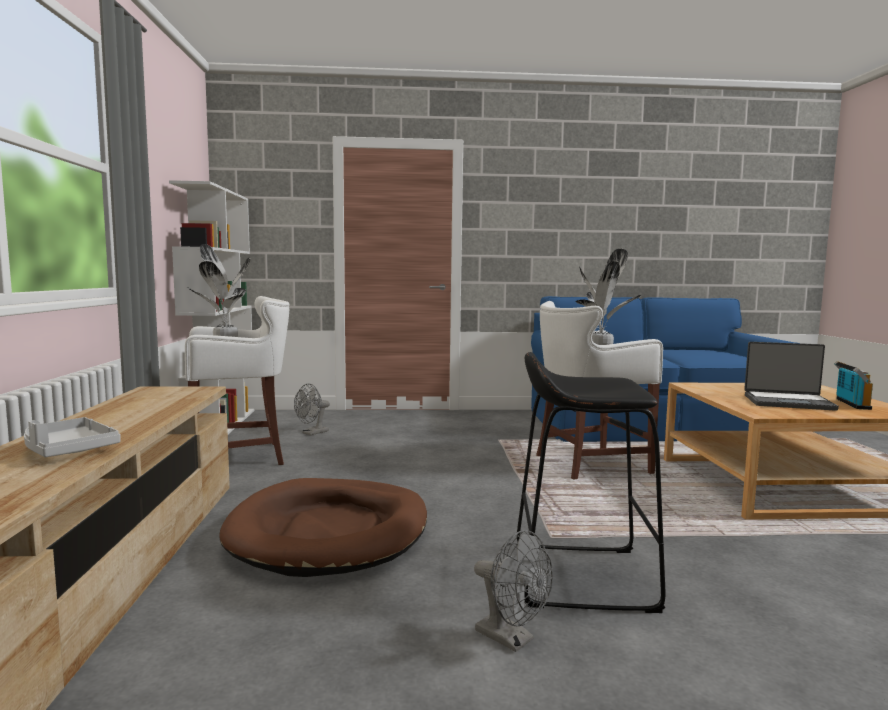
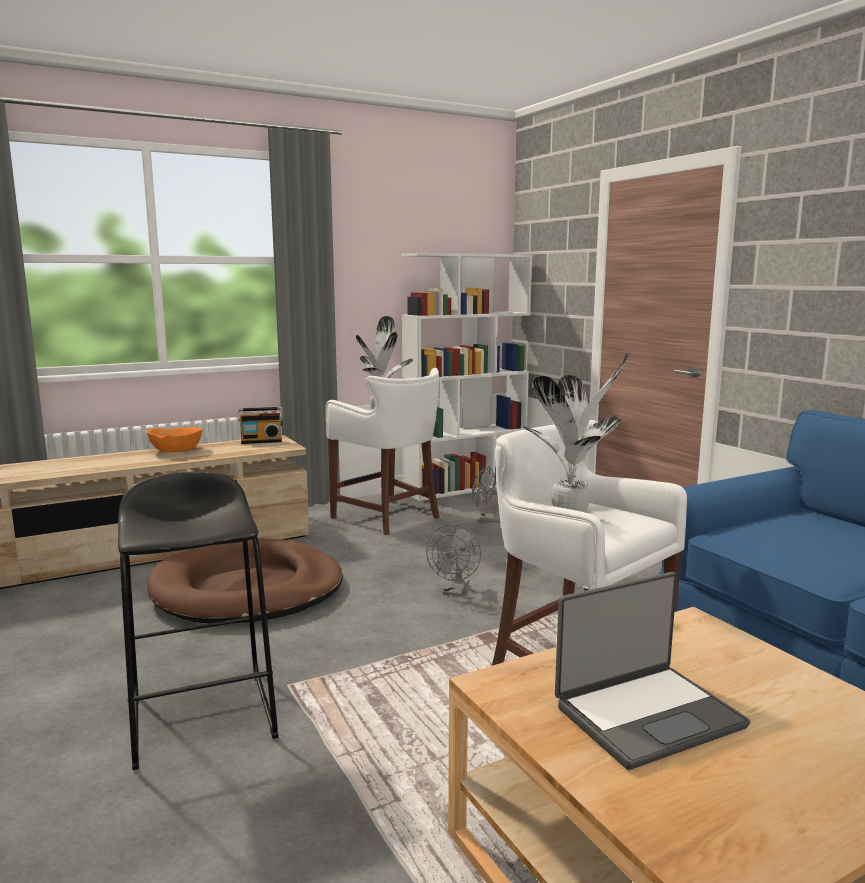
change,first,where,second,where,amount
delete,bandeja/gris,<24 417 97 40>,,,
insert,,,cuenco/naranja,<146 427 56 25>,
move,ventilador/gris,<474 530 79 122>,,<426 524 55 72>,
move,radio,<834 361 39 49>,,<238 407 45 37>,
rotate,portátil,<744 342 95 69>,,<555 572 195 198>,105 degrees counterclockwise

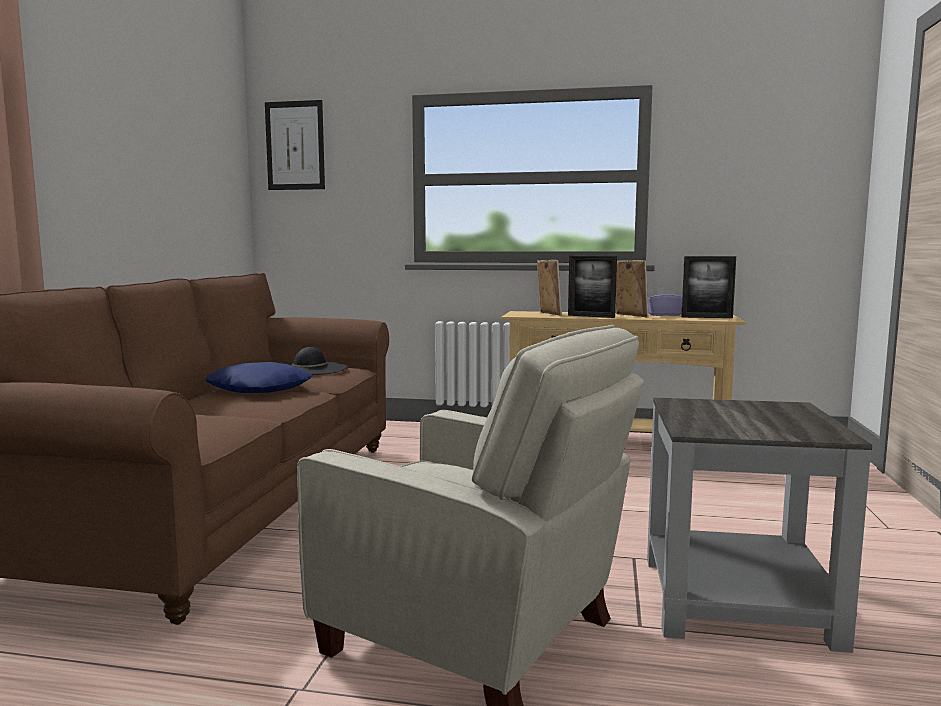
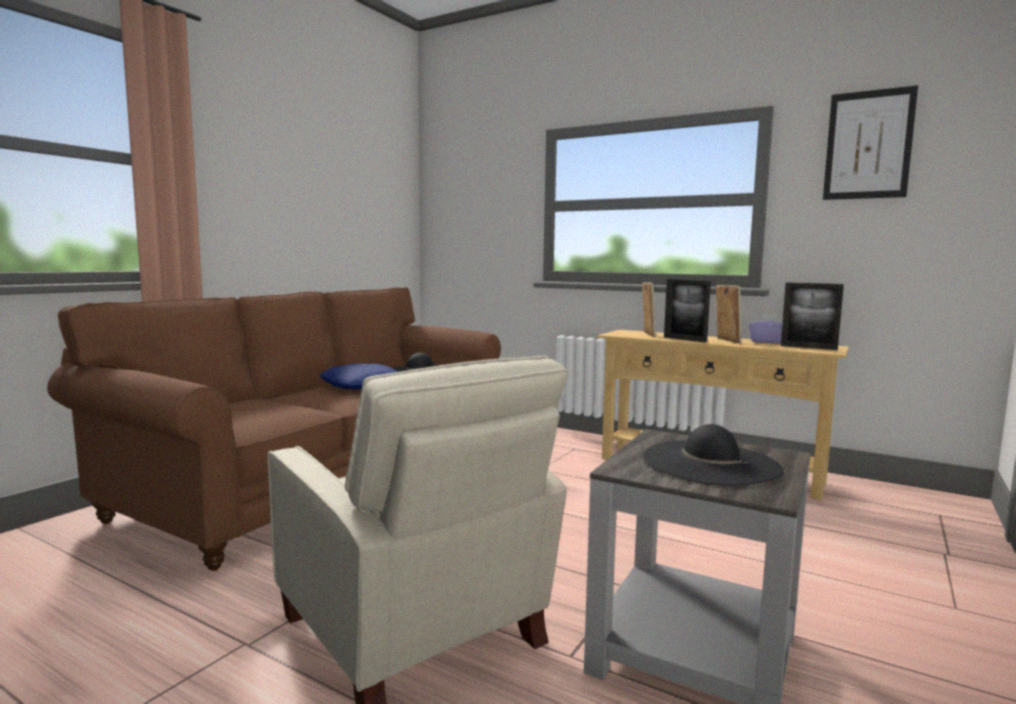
change,first,where,second,where,amount
insert,,,sombrero/negro,<642 424 141 62>,
move,cuadro,<265 100 60 90>,,<823 85 95 115>,

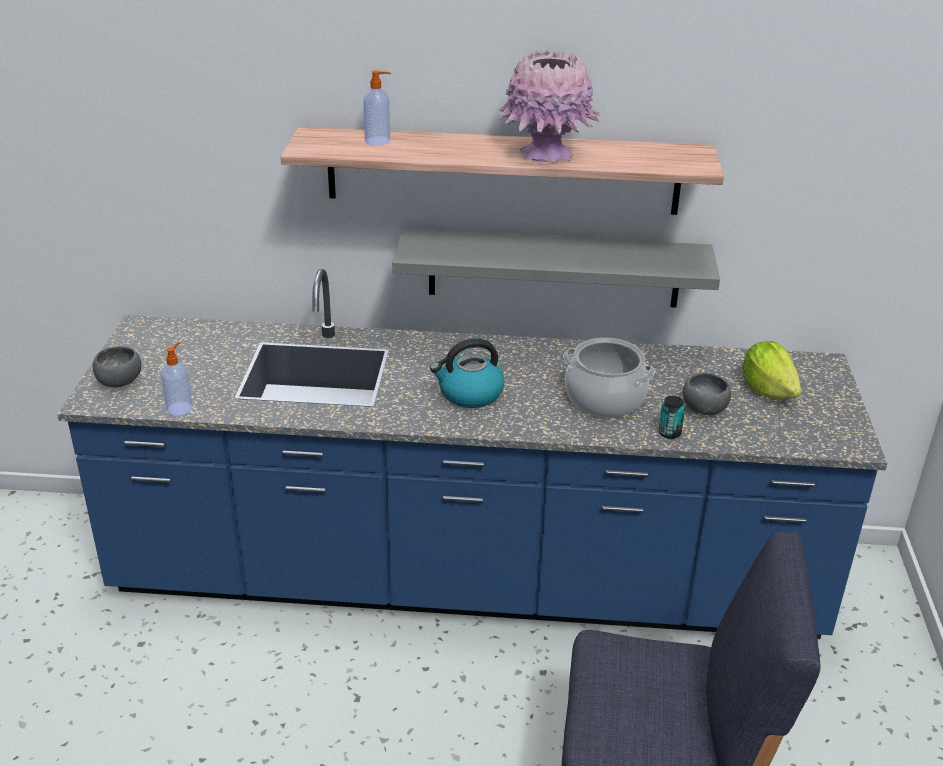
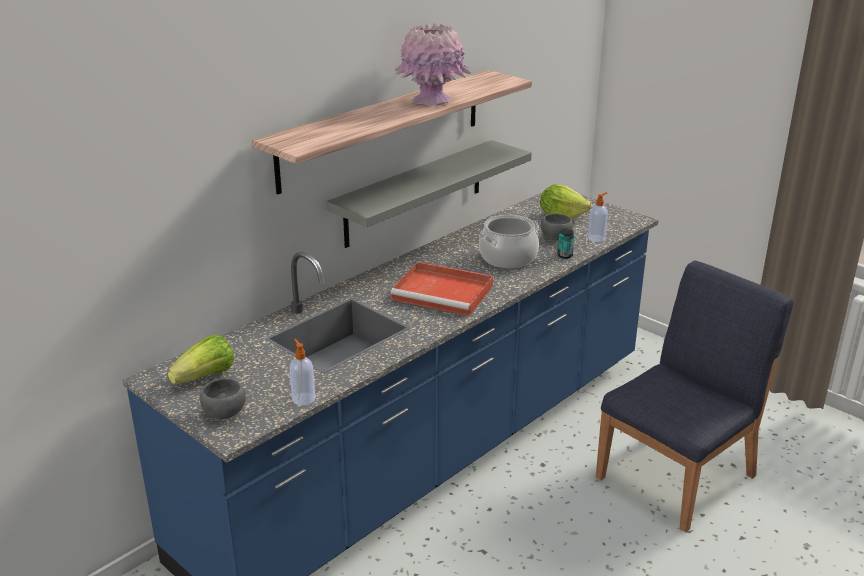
change,first,where,second,where,amount
insert,,,lechuga,<168 335 66 49>,
move,dispensador de jabón,<363 70 28 76>,,<588 192 20 50>,
replace,hervidor,<430 338 75 70>,bandeja/rojo,<390 262 103 54>,

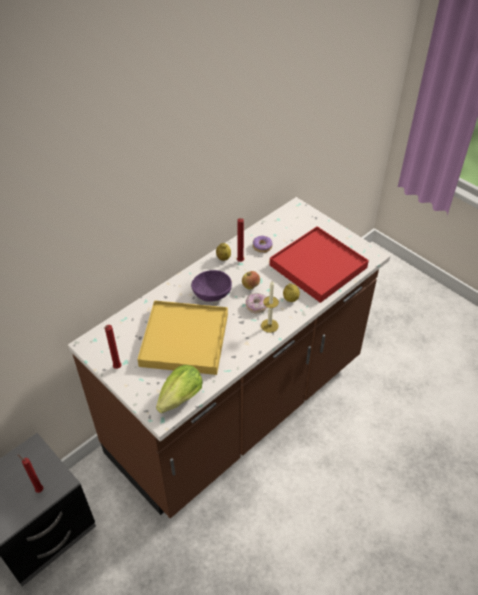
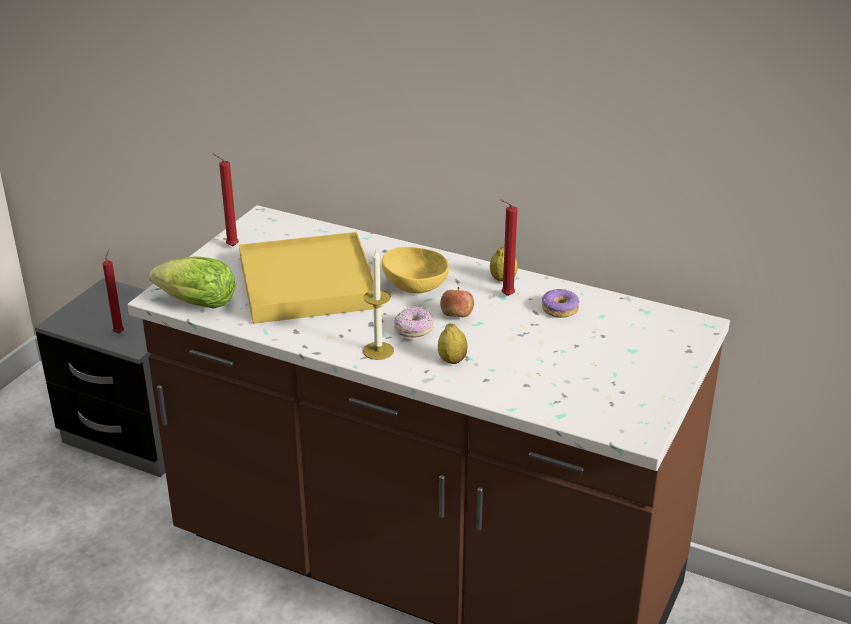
change,first,where,second,where,amount
delete,bandeja/rojo,<269 226 100 77>,,,
recolor,cuenco/morado,<191 270 41 32>,cuenco/amarillo,<382 247 67 46>,

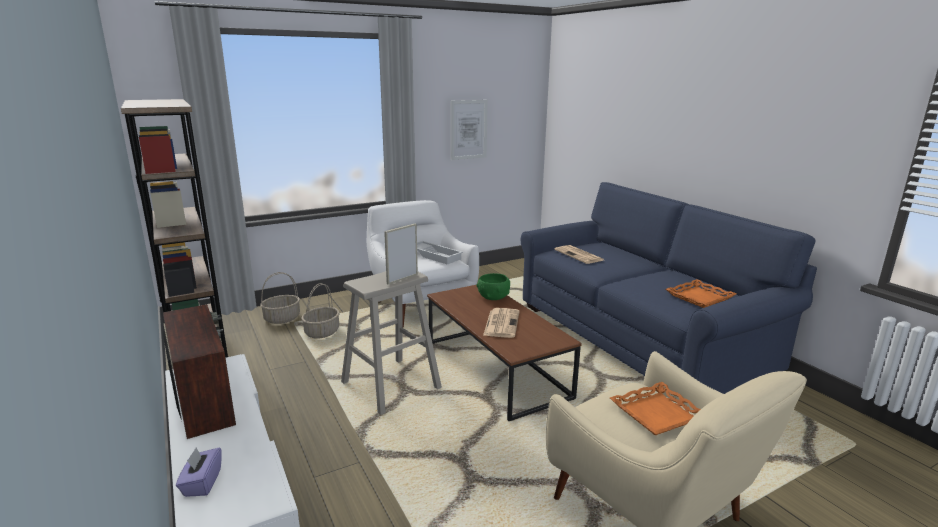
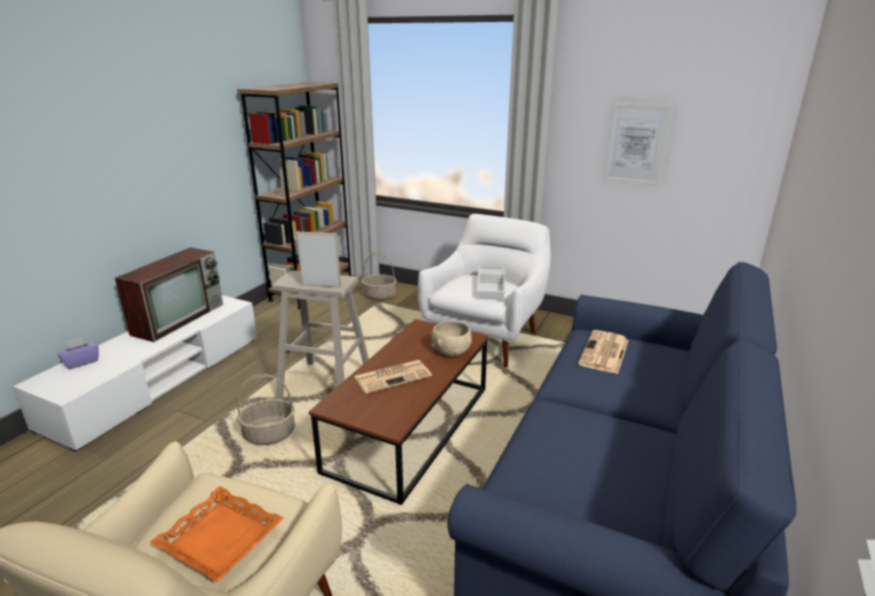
change,first,where,second,where,amount
delete,bandeja/naranja,<666 279 70 29>,,,
move,cesta,<301 283 39 56>,,<237 374 58 71>,
recolor,cuenco/verde,<477 273 33 27>,cuenco/beis,<431 321 41 35>,

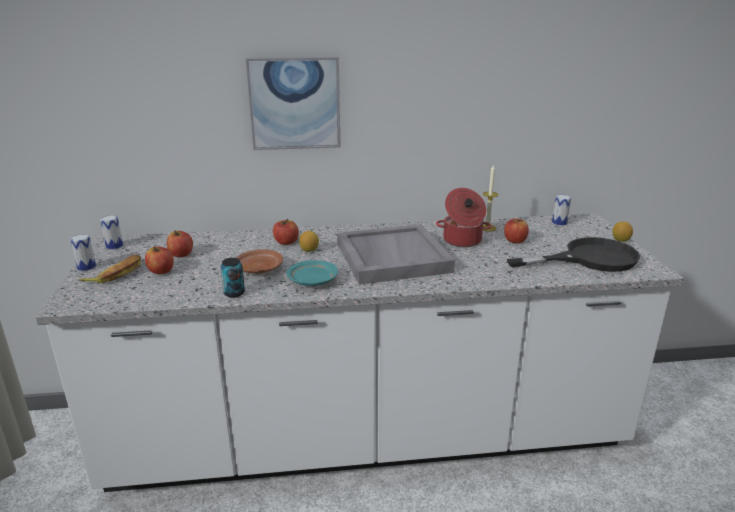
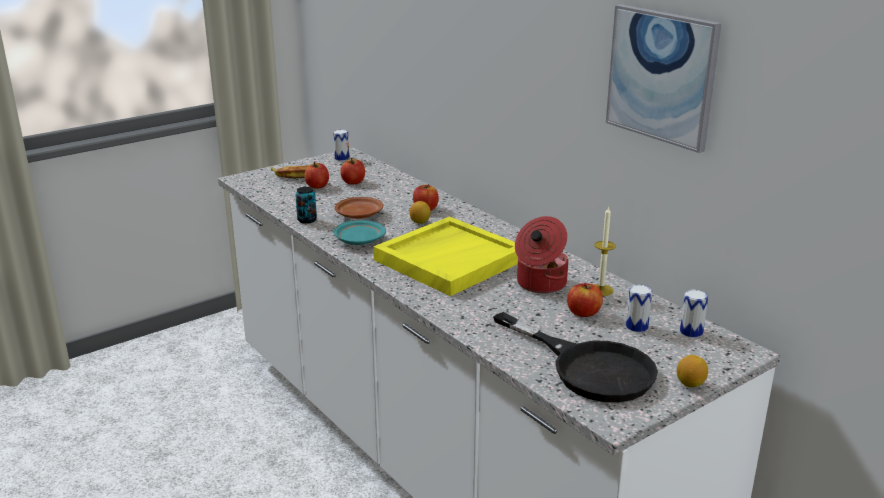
change,first,where,second,where,amount
move,lata,<70 234 26 37>,,<626 284 26 48>,
move,cuadro,<246 57 95 93>,,<606 4 116 149>,
recolor,bandeja/gris,<337 224 118 61>,bandeja/amarillo,<373 216 145 80>,

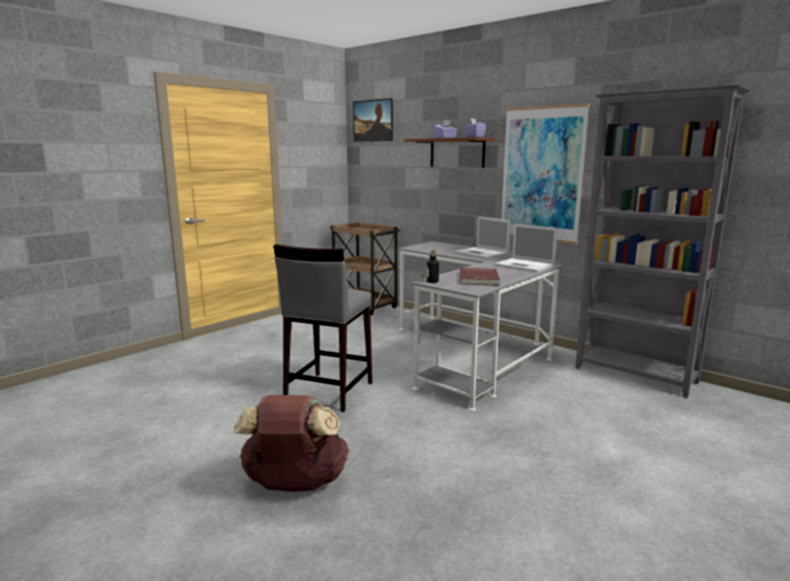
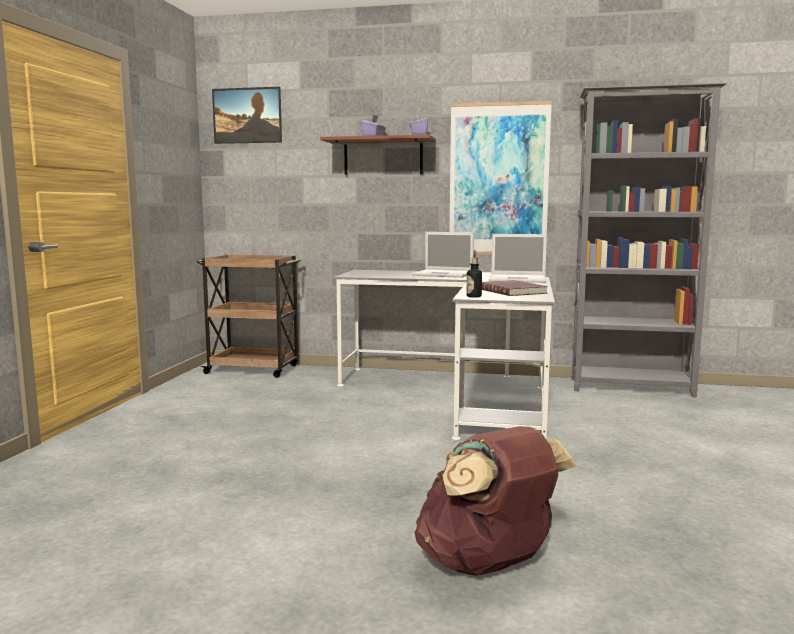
change,first,where,second,where,amount
delete,taburete/gris,<273 244 99 168>,,,

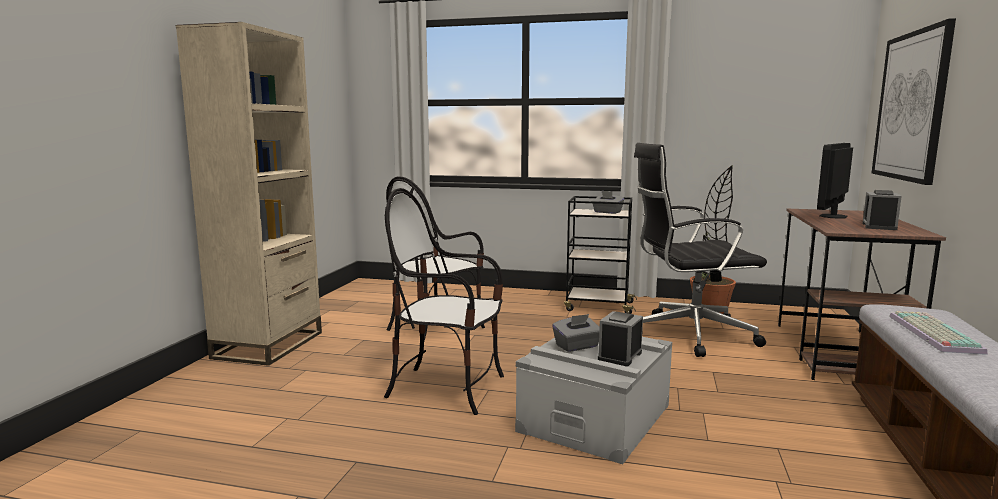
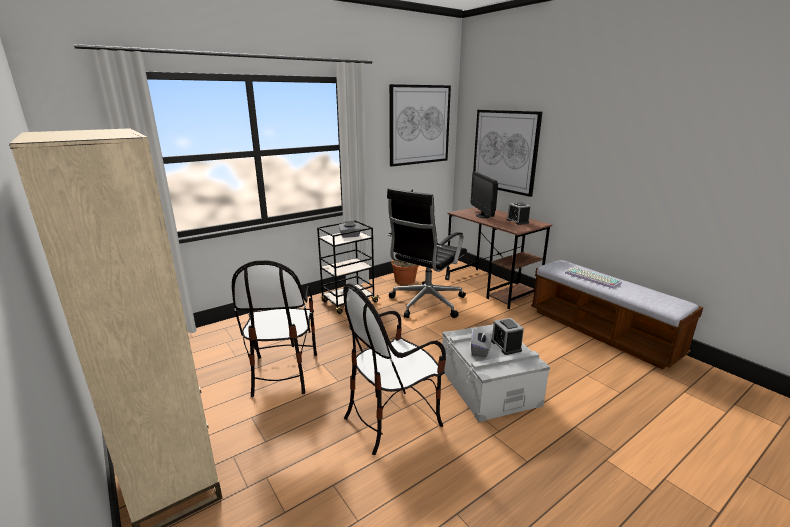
change,first,where,second,where,amount
insert,,,cuadro,<389 84 62 83>,

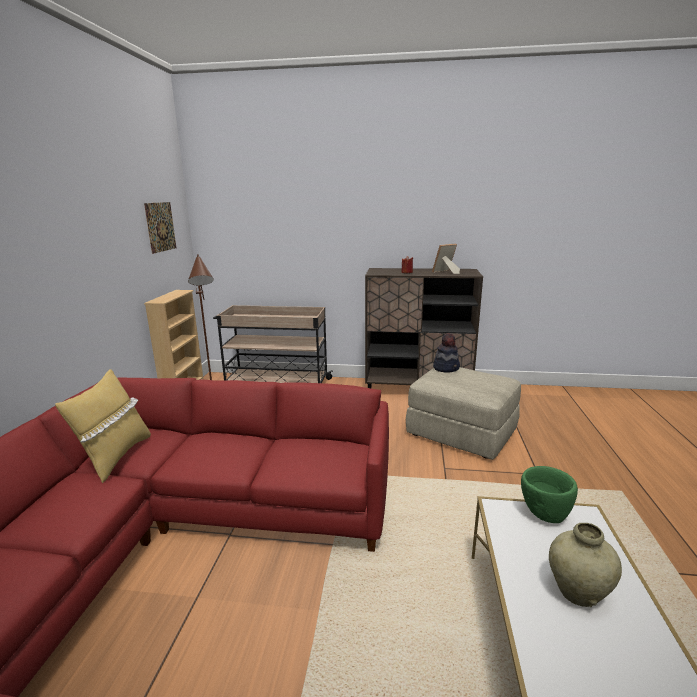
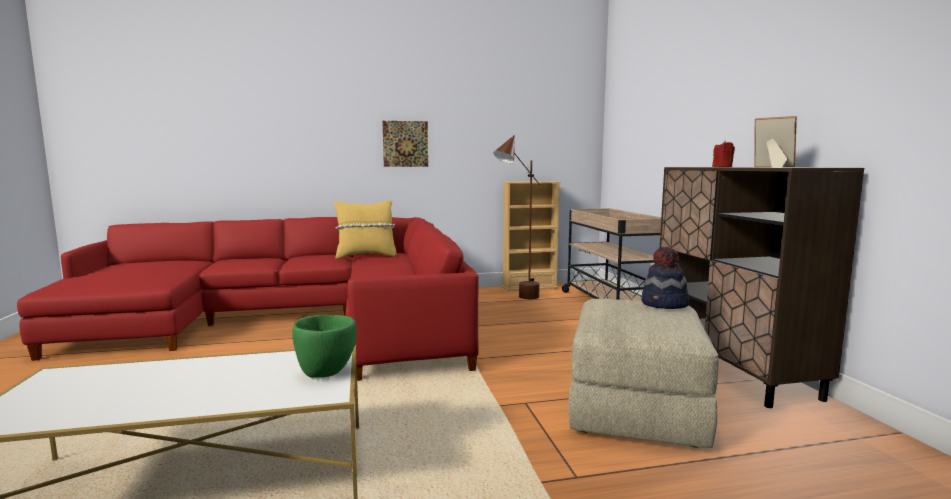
change,first,where,second,where,amount
delete,florero/beis,<549 523 73 84>,,,
move,cuadro,<144 202 32 52>,,<382 121 46 46>,

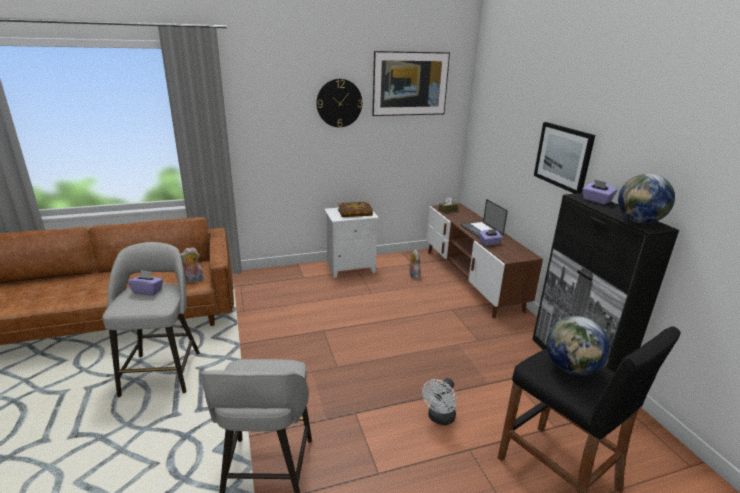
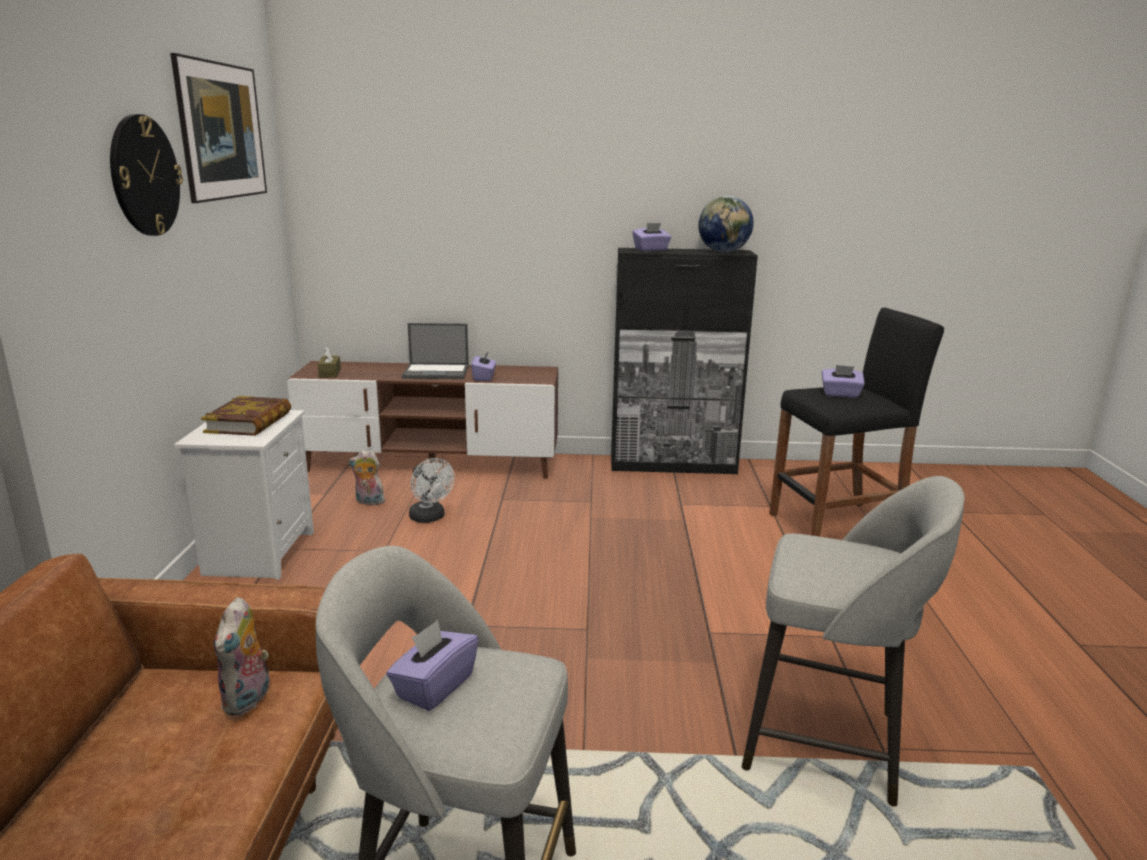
change,first,where,second,where,amount
delete,cuadro,<534 122 61 72>,,,
move,ventilador/blanco,<422 378 35 47>,,<409 458 45 65>,
replace,globo terráqueo,<547 316 63 59>,caja de pañuelos/morado,<822 365 43 33>,

